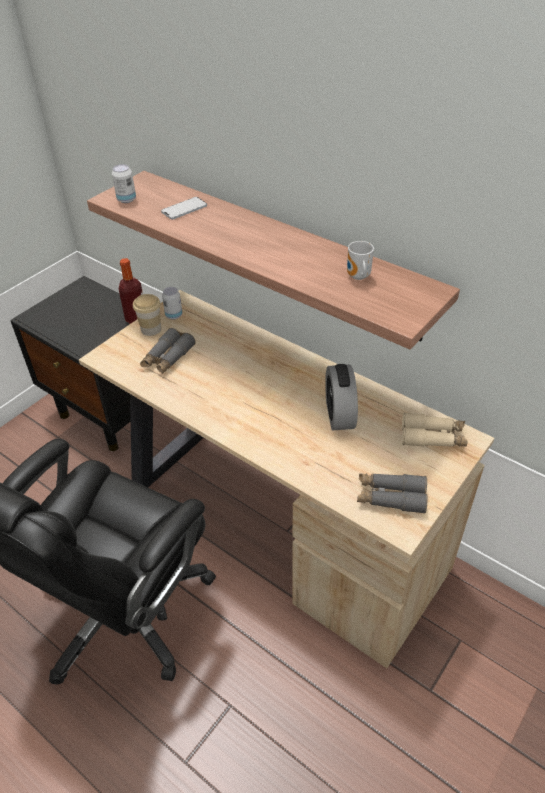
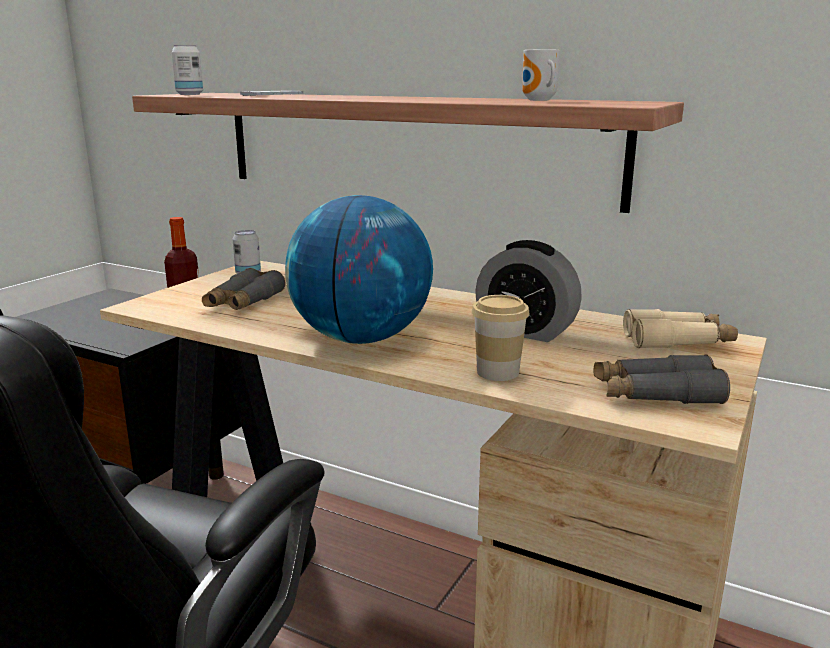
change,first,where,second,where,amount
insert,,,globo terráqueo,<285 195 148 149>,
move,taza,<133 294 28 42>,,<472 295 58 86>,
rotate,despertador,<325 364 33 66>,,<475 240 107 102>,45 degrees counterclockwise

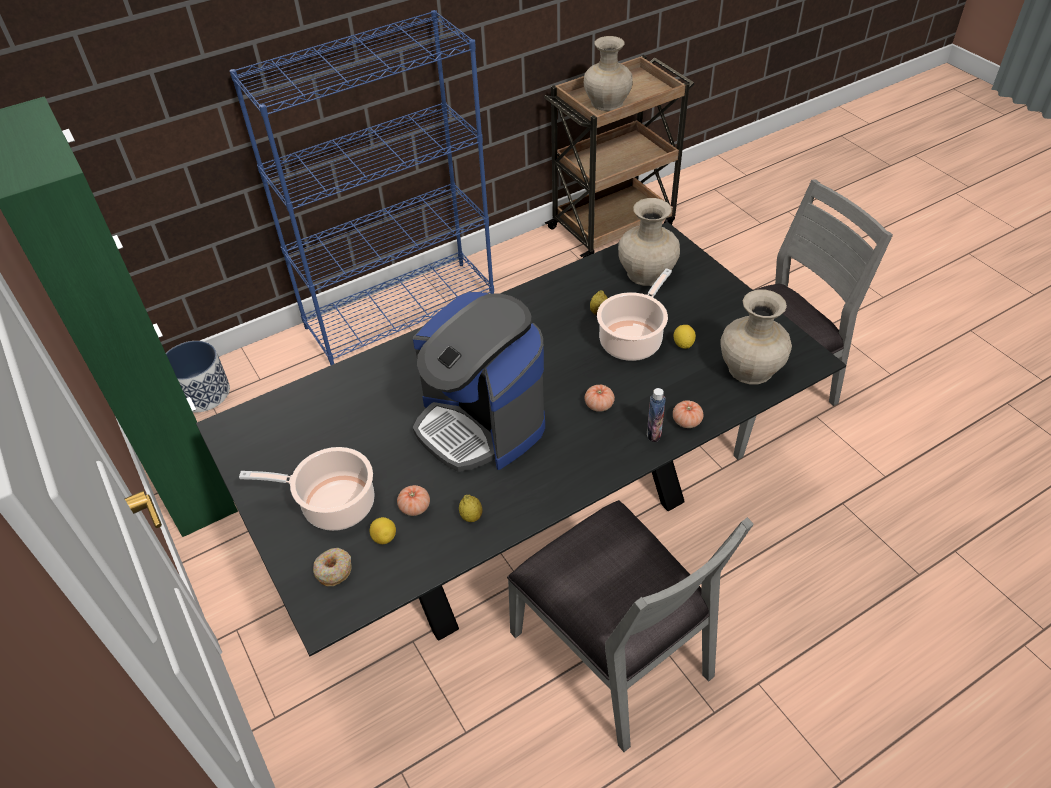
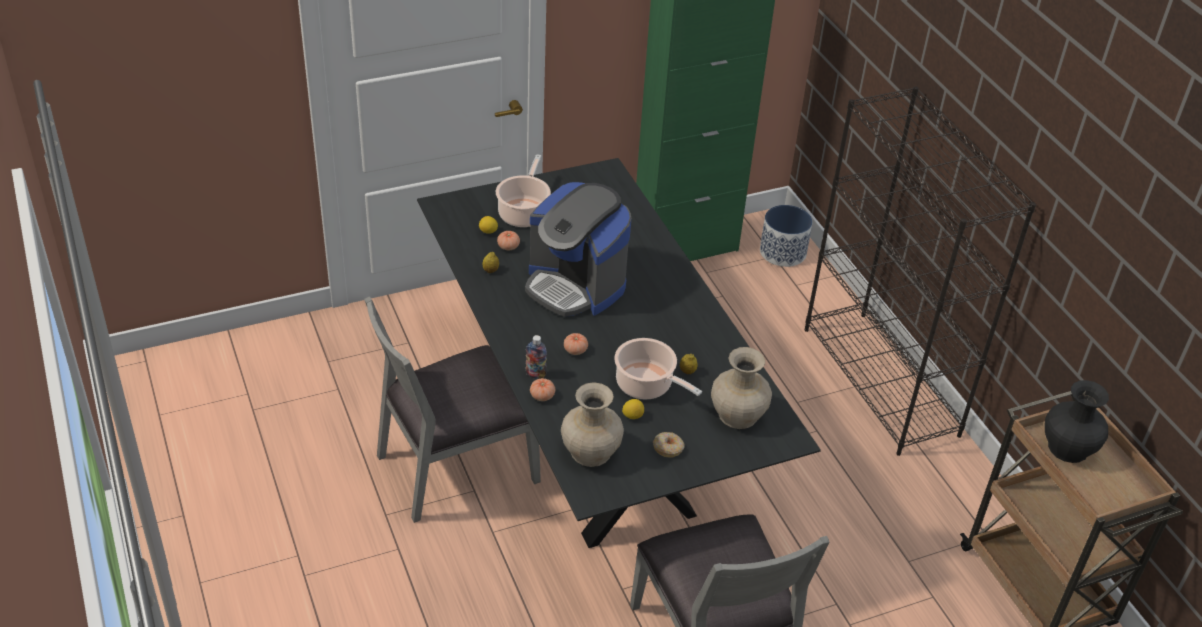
change,first,where,second,where,amount
move,rosquilla,<313 548 39 38>,,<653 432 31 25>,
recolor,estantería/azul,<230 10 264 355>,estantería/negro,<805 87 231 369>,
recolor,florero/beis,<584 36 49 75>,florero/negro,<1045 380 64 83>,
rotate,cafetera,<413 292 132 180>,,<525 182 106 135>,105 degrees counterclockwise

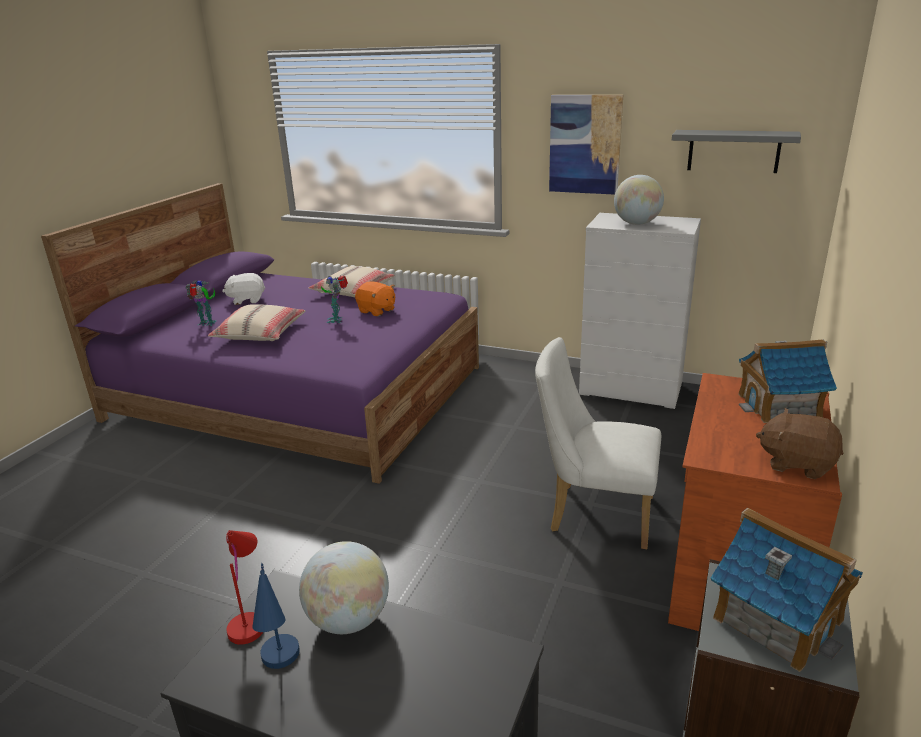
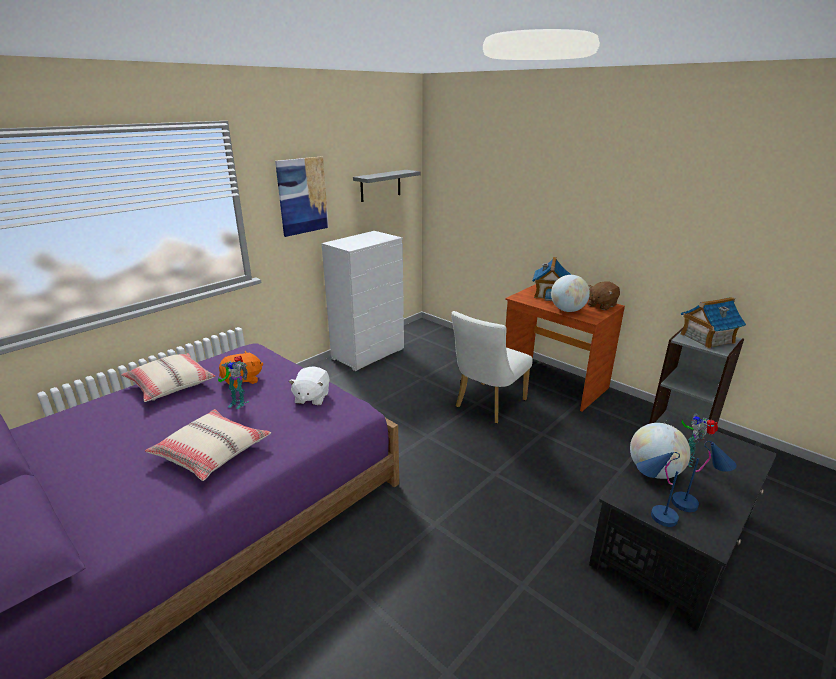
change,first,where,second,where,amount
move,robot de juguete,<185 280 32 46>,,<681 413 37 54>,
move,peluche/blanco,<222 273 43 32>,,<288 366 42 39>,
move,globo terráqueo,<614 175 50 50>,,<551 275 39 37>,
recolor,lámpara de mesa/rojo,<226 530 37 115>,lámpara de mesa/azul,<636 452 44 75>,

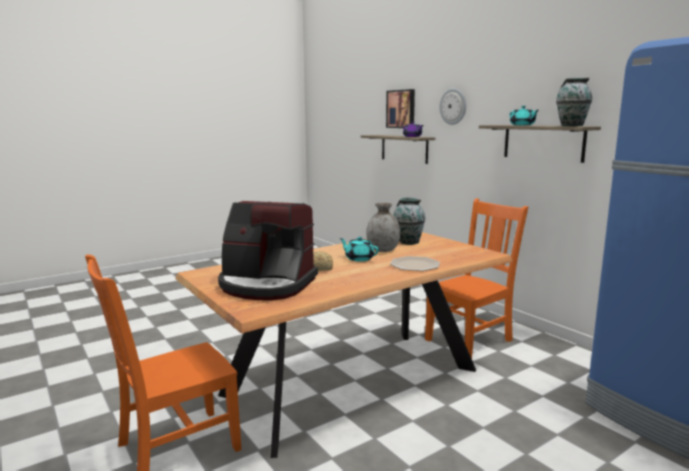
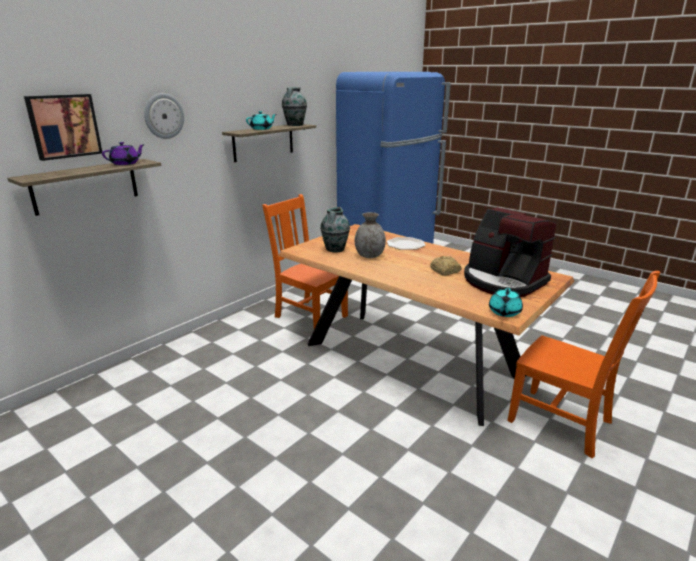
change,first,where,second,where,amount
move,tetera/turquesa,<339 237 40 25>,,<489 288 34 29>,
rotate,cafetera,<218 201 100 100>,,<464 208 92 89>,135 degrees clockwise

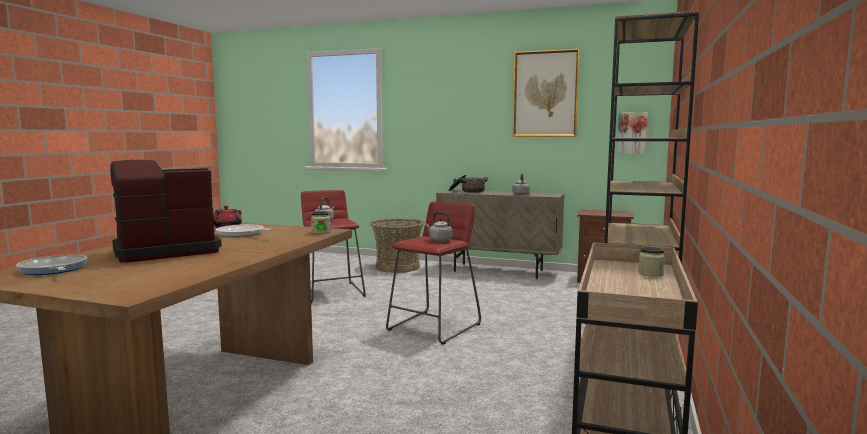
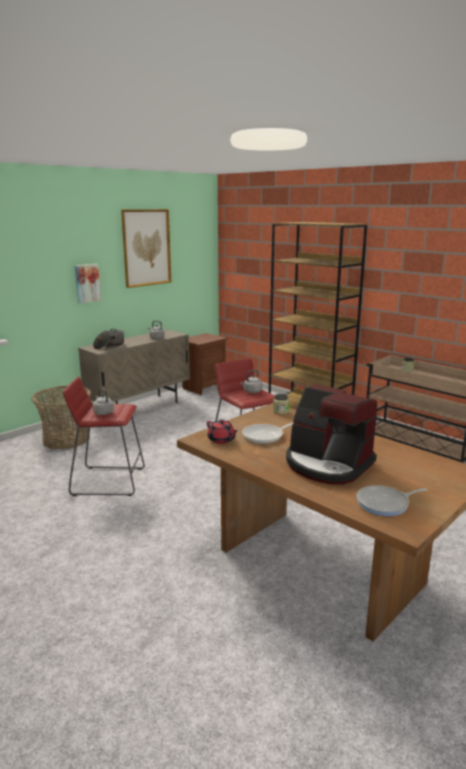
change,first,where,second,where,amount
move,cuadro,<617 112 31 42>,,<75 264 26 40>,
rotate,cafetera,<110 160 112 103>,,<286 384 92 101>,45 degrees counterclockwise

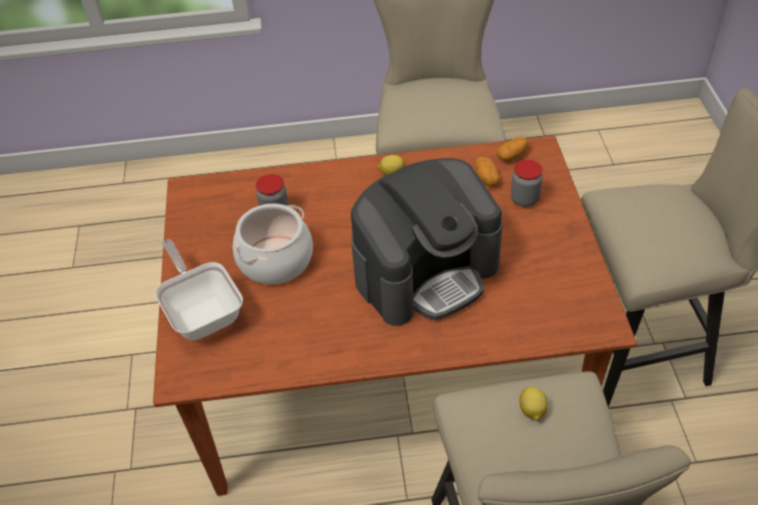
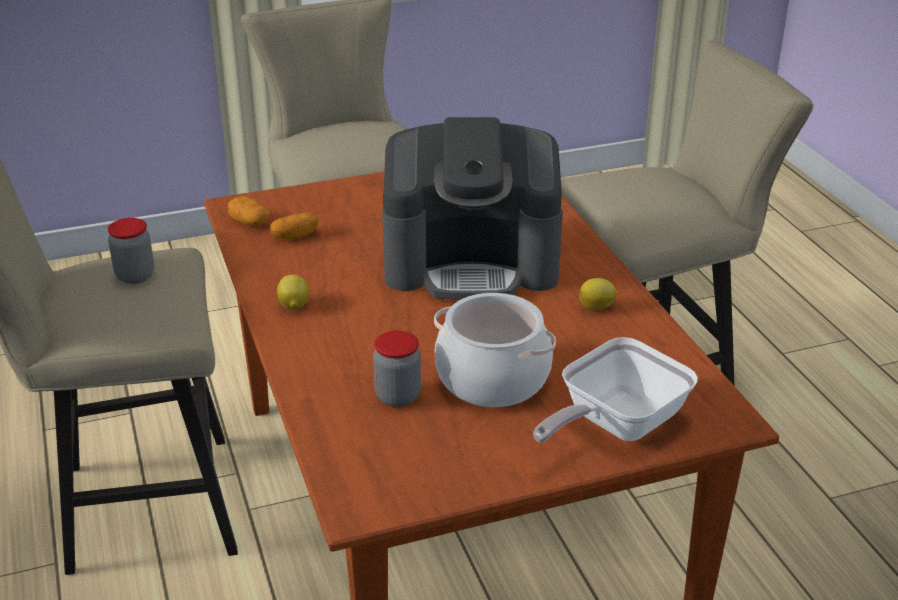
change,first,where,second,where,amount
move,tarro,<511 160 32 47>,,<108 218 46 66>,
move,limón,<520 387 28 34>,,<579 278 38 32>,
rotate,cafetera,<351 158 152 168>,,<382 117 181 183>,135 degrees clockwise

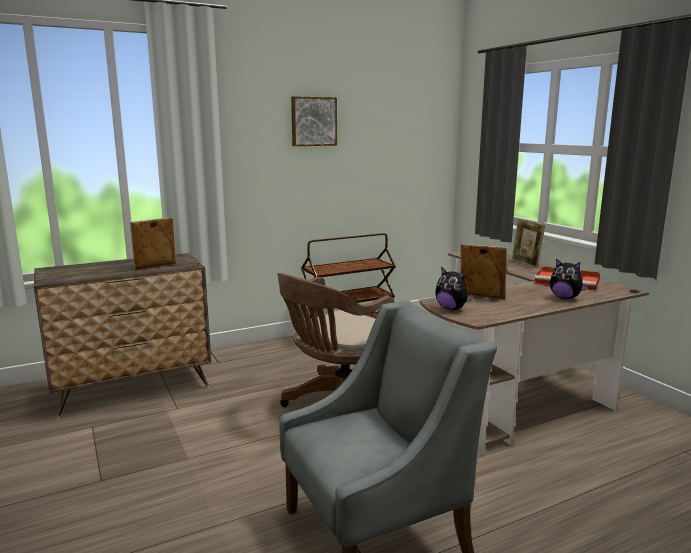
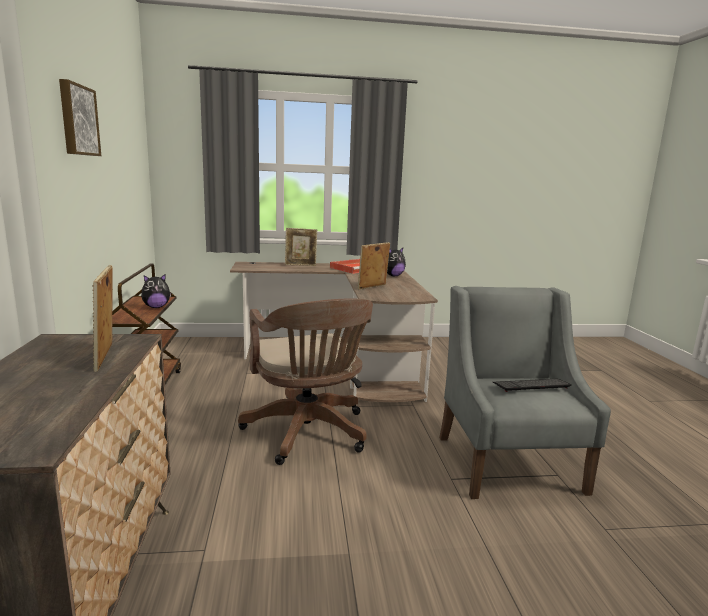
change,first,where,second,where,amount
insert,,,teclado,<493 379 79 13>,
move,peluche,<435 267 39 43>,,<141 274 30 34>,

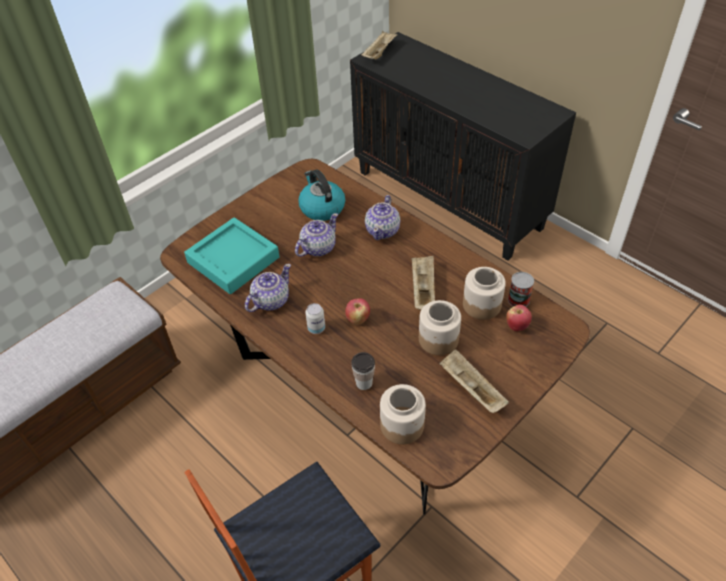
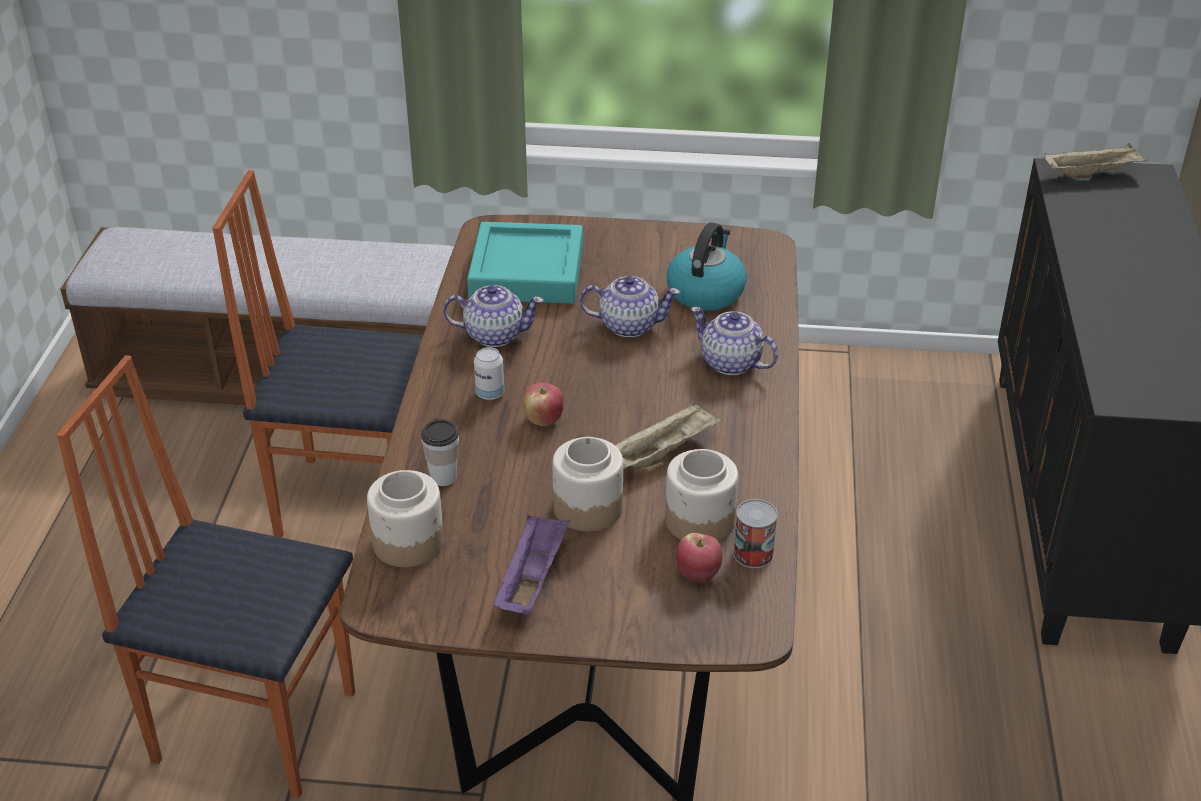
change,first,where,second,where,amount
insert,,,silla,<212 170 211 368>,
recolor,bandeja/beis,<439 349 70 64>,bandeja/morado,<493 515 77 100>,
rotate,tetera,<365 195 35 45>,,<690 307 88 68>,60 degrees clockwise

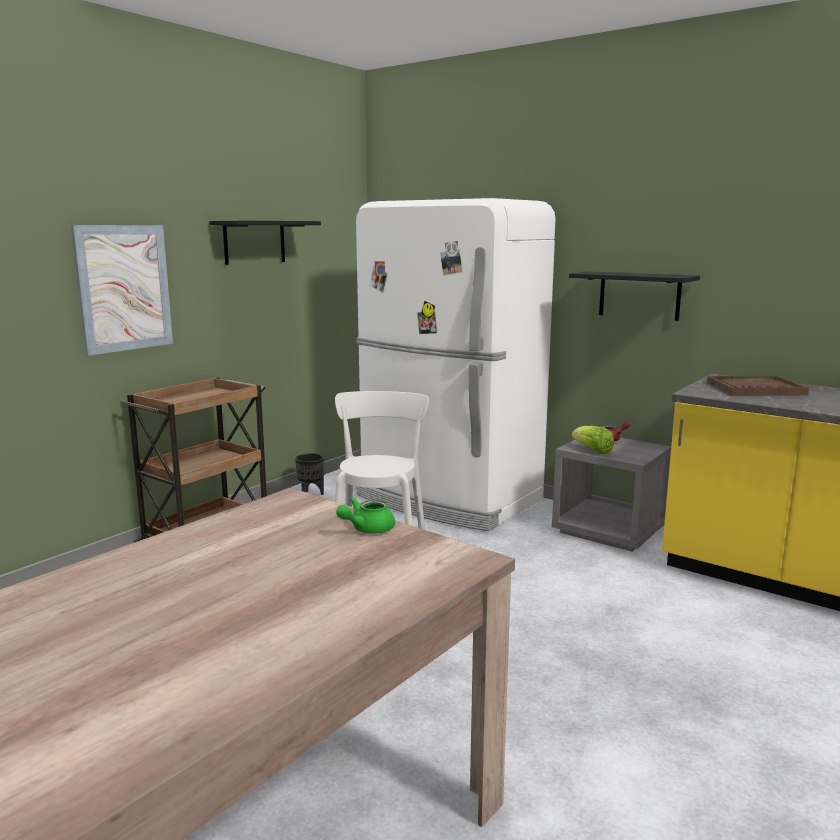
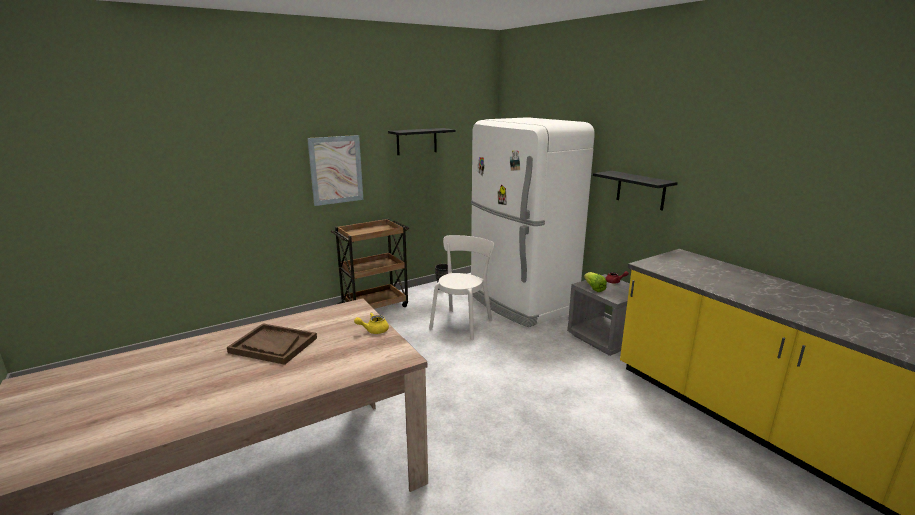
change,first,where,second,where,amount
move,bandeja/marrón,<707 376 102 20>,,<227 323 90 42>,
recolor,tetera/verde,<336 497 59 37>,tetera/amarillo,<354 312 35 22>,

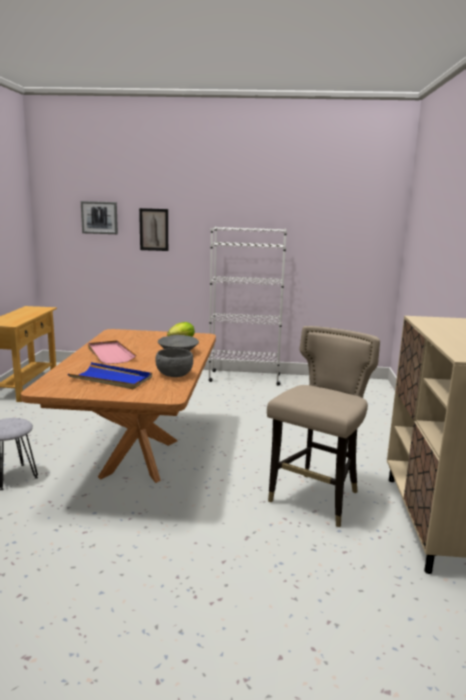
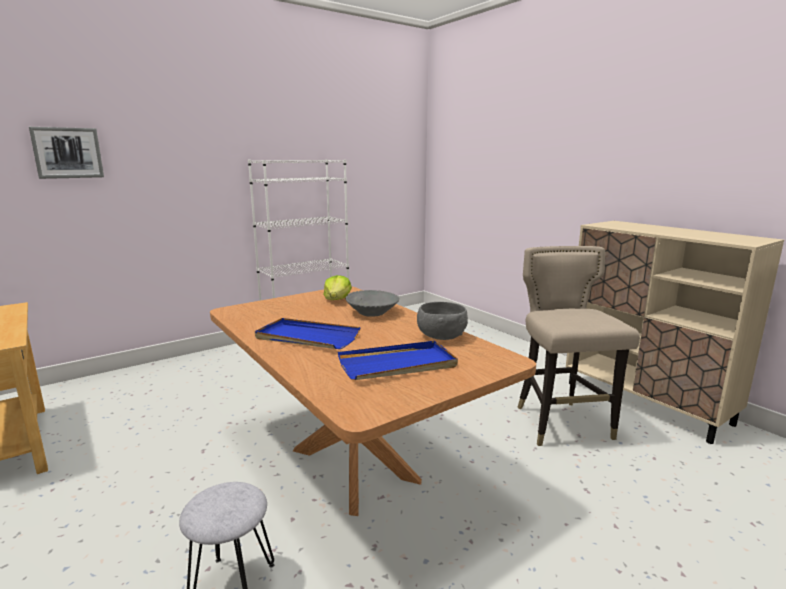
change,first,where,second,where,amount
delete,cuadro,<139 208 29 43>,,,
recolor,bandeja/rosa,<88 340 48 24>,bandeja/azul,<255 318 106 31>,

